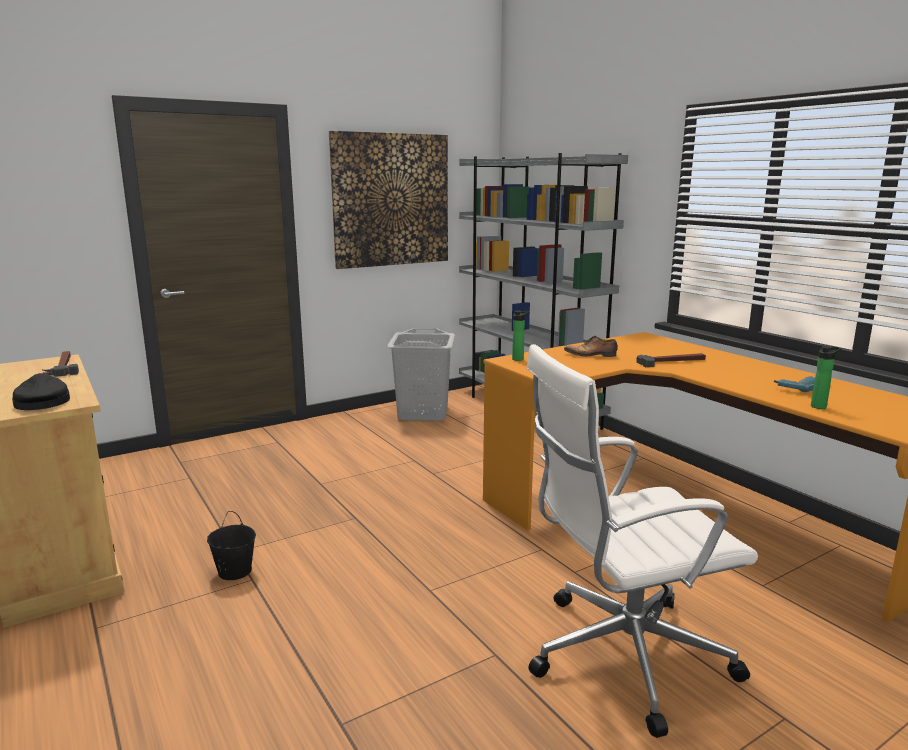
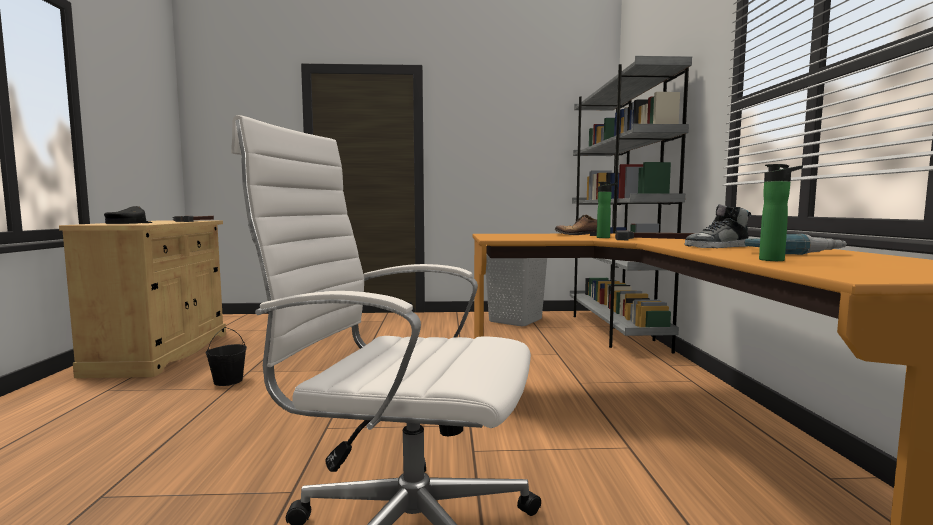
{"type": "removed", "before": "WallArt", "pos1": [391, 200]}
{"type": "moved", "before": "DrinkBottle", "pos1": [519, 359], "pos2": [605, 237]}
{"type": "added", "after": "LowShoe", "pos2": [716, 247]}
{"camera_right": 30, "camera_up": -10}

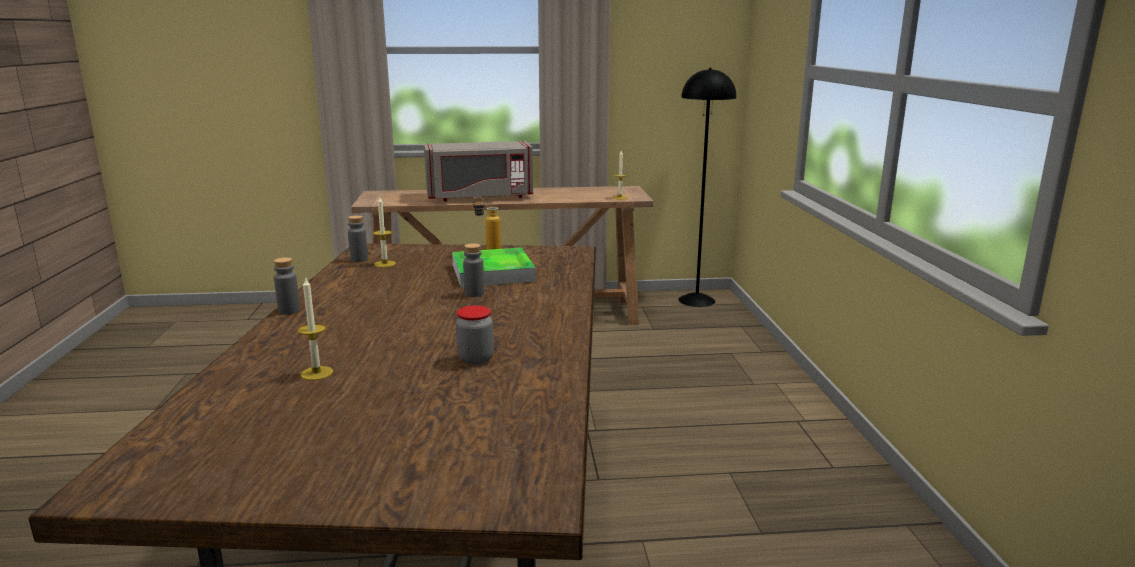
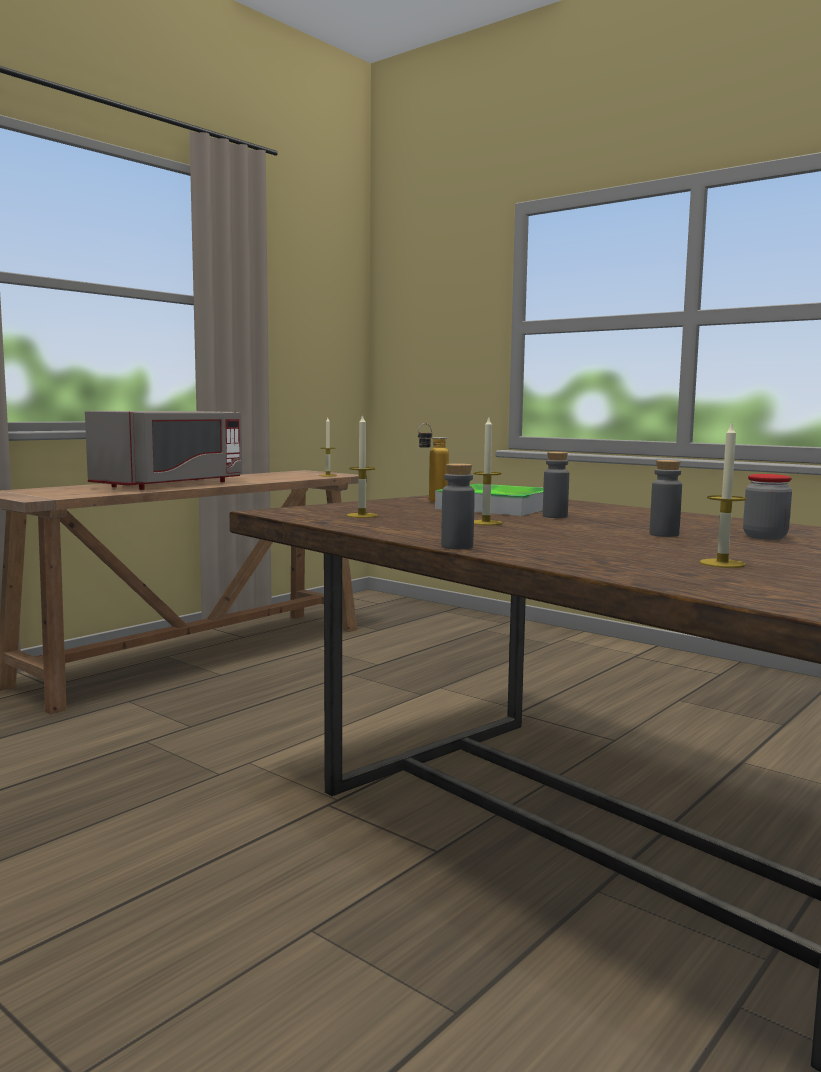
{"type": "removed", "before": "BlackStandingLamp", "pos1": [696, 300]}
{"type": "moved", "before": "GrayDrinkBottle", "pos1": [359, 259], "pos2": [664, 534]}
{"type": "added", "after": "WaxCandle", "pos2": [486, 523]}
{"camera_right": -45, "camera_up": -10}

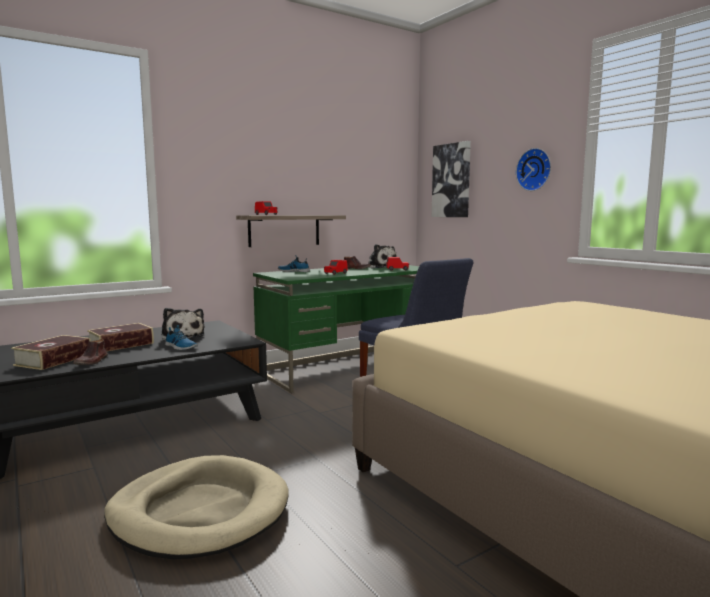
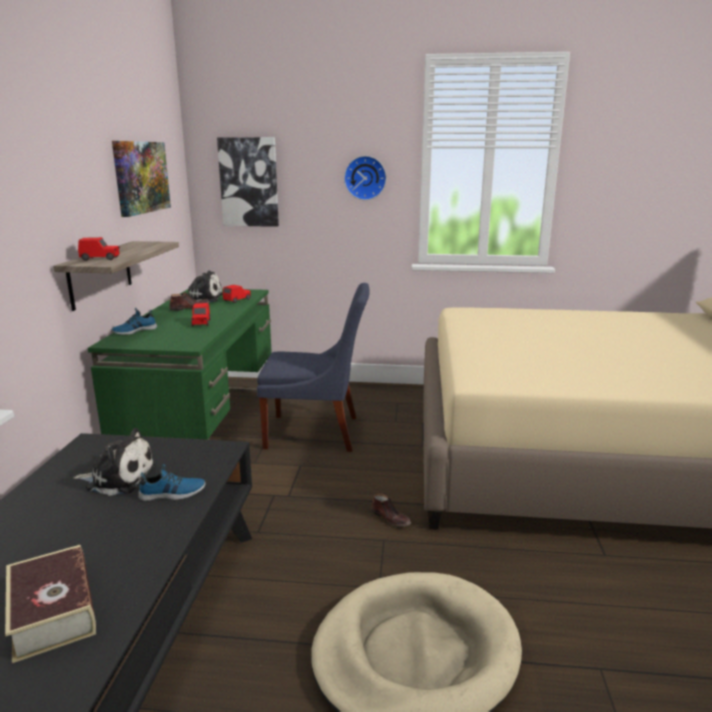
{"type": "removed", "before": "Volume", "pos1": [121, 344]}
{"type": "moved", "before": "BrownColouredLowShoe", "pos1": [92, 362], "pos2": [391, 518]}
{"type": "added", "after": "WallArt", "pos2": [141, 177]}
{"camera_right": -50, "camera_up": 10}

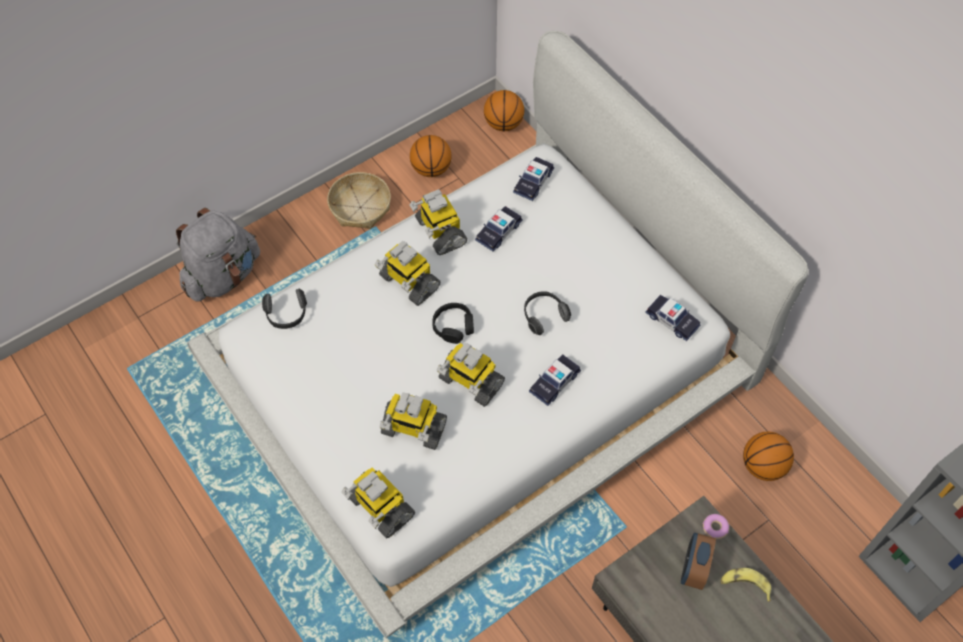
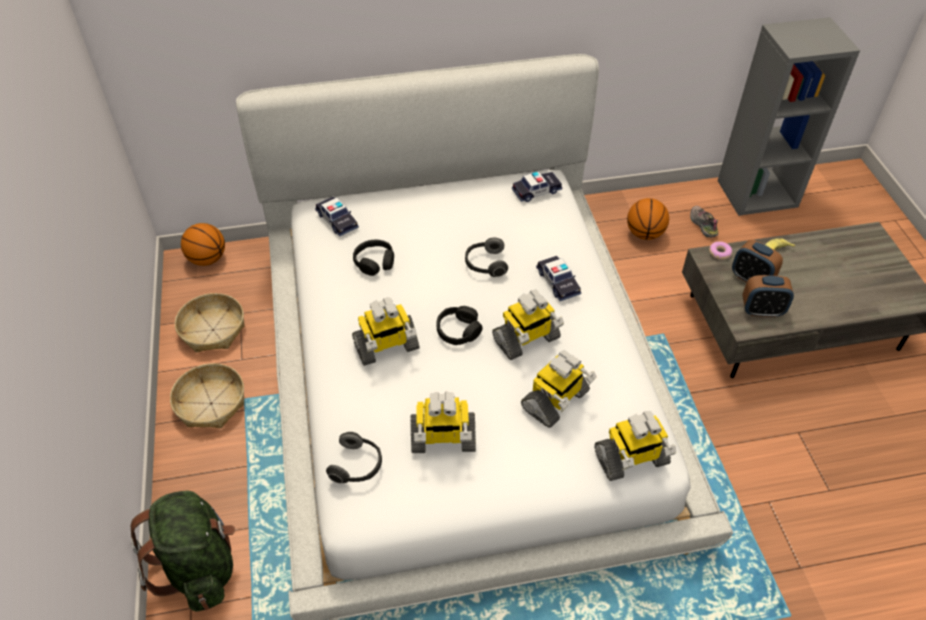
{"type": "replaced", "before": "BallForBasketball", "after": "Basket", "pos1": [431, 169], "pos2": [212, 329]}
{"type": "moved", "before": "ModelRobot", "pos1": [439, 232], "pos2": [442, 439]}
{"type": "replaced", "before": "MiniatureCar", "after": "BlackPairOfHeadphones", "pos1": [498, 232], "pos2": [374, 262]}
{"type": "recoloured", "before": "GrayRucksack", "after": "GreenRucksack", "pos1": [223, 276], "pos2": [200, 566]}
{"type": "added", "after": "LowShoe", "pos2": [702, 225]}
{"type": "added", "after": "AlarmClock", "pos2": [761, 310]}
{"camera_right": -65, "camera_up": -10}

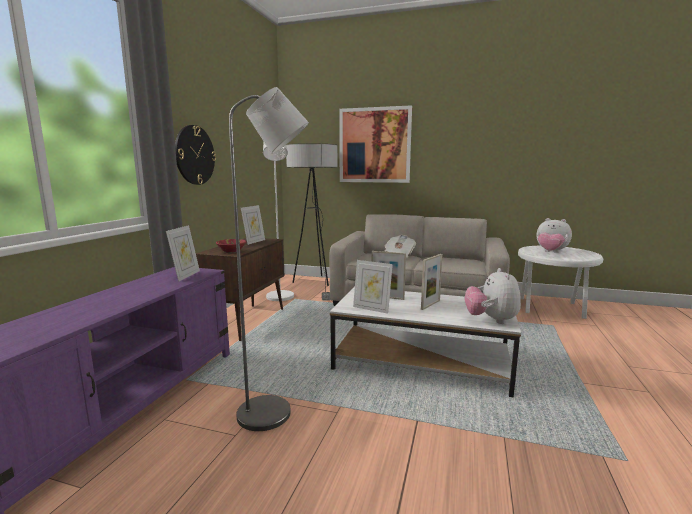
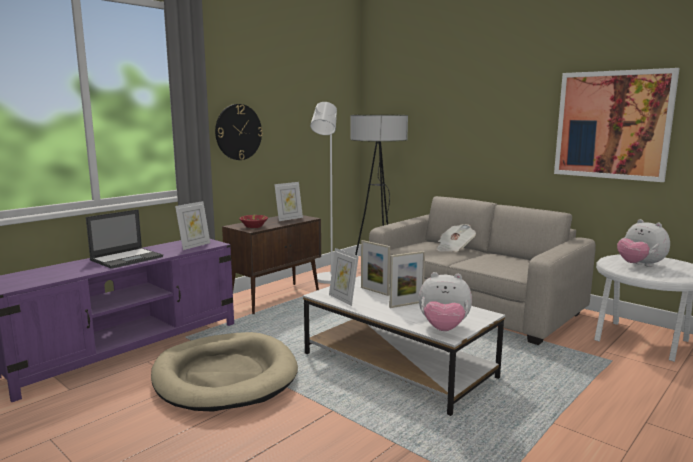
{"type": "replaced", "before": "GrayStandingLamp", "after": "BeigeDogBed", "pos1": [275, 413], "pos2": [225, 376]}
{"type": "moved", "before": "WallArt", "pos1": [374, 145], "pos2": [612, 125]}
{"type": "turned", "before": "CuddlyToy", "pos1": [491, 320], "pos2": [443, 329], "turn": -105}
{"type": "added", "after": "PortableComputer", "pos2": [127, 258]}
{"camera_right": 25, "camera_up": 0}

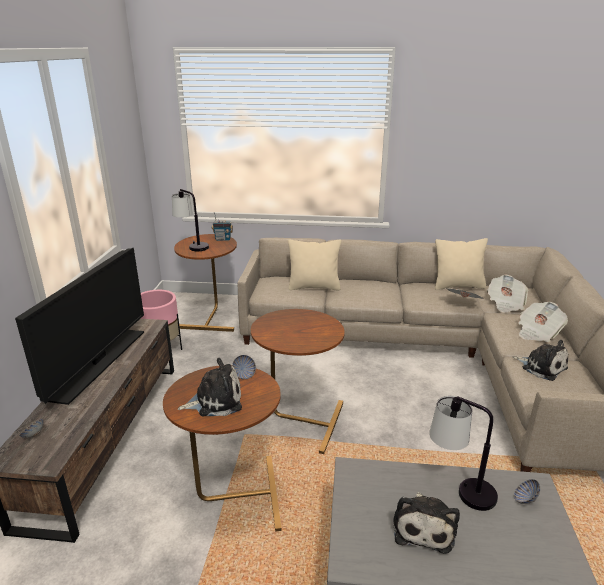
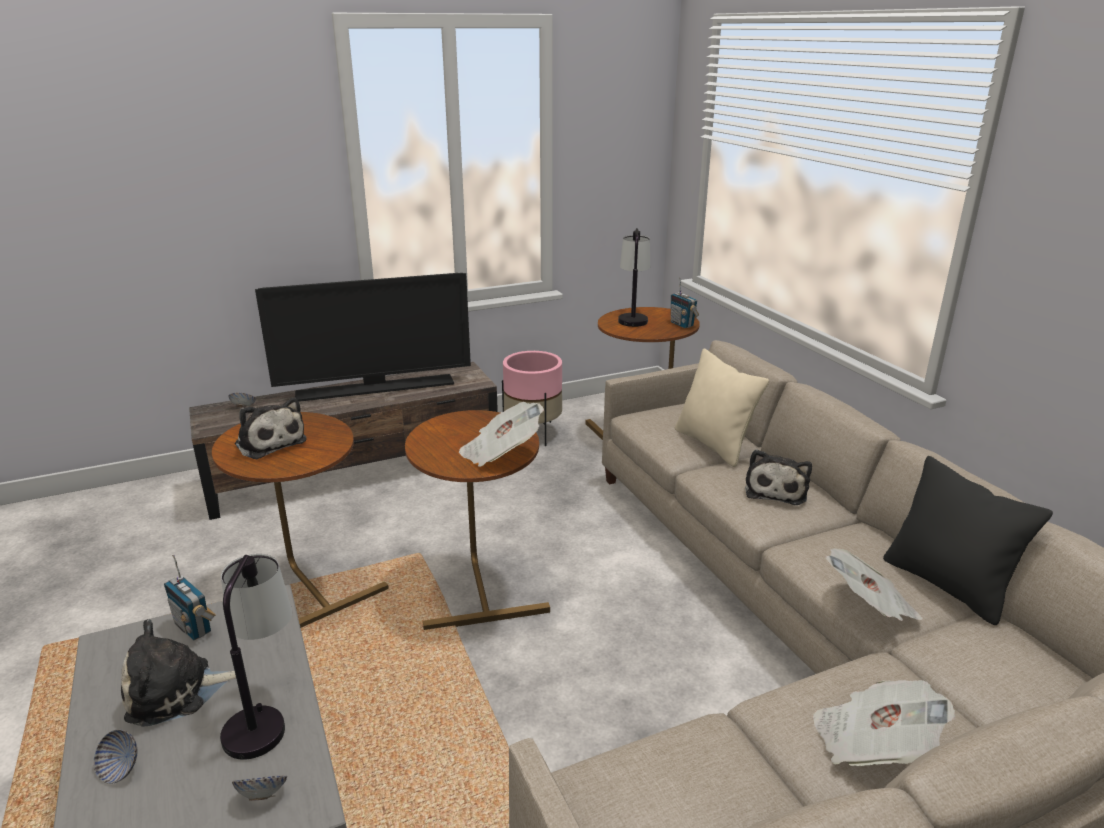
{"type": "recoloured", "before": "BeigePillow", "after": "BlackPillow", "pos1": [458, 286], "pos2": [947, 585]}
{"type": "moved", "before": "Newspaper", "pos1": [505, 304], "pos2": [501, 453]}
{"type": "moved", "before": "CuddlyToy", "pos1": [541, 367], "pos2": [776, 490]}
{"type": "moved", "before": "ServingBowl", "pos1": [244, 375], "pos2": [120, 769]}
{"type": "added", "after": "Radio", "pos2": [194, 627]}
{"camera_right": 60, "camera_up": 0}

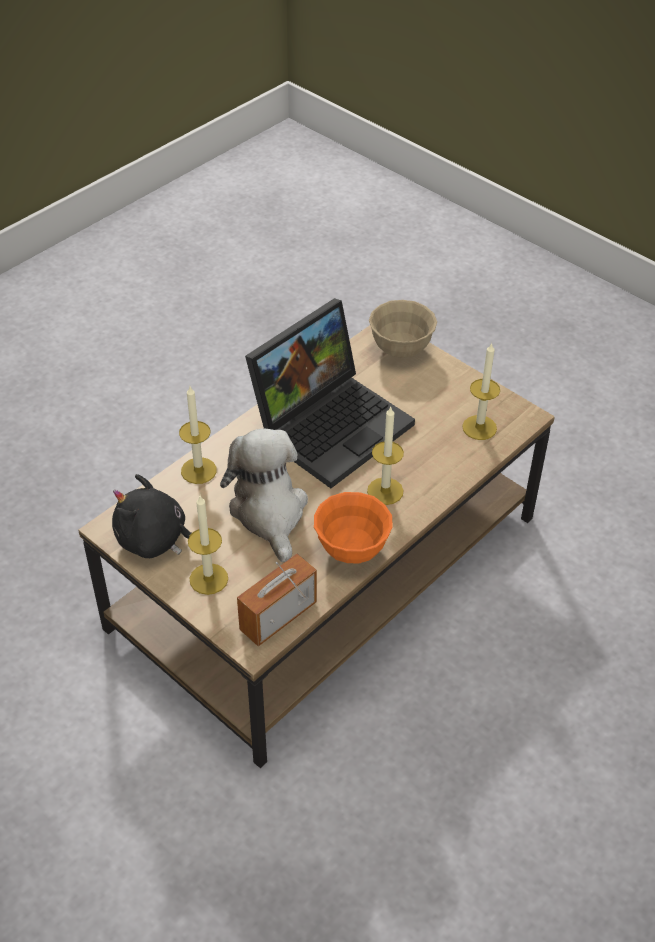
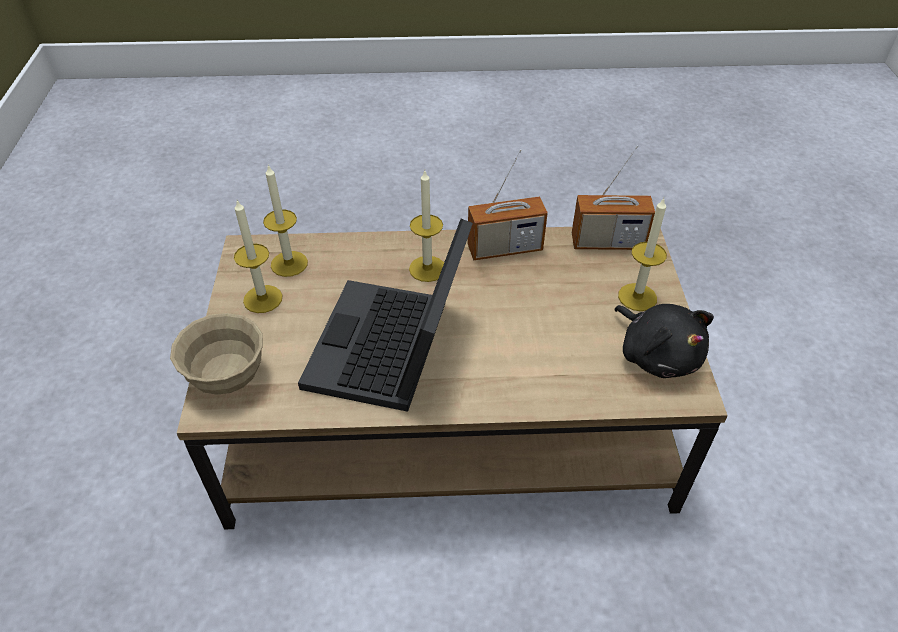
{"type": "turned", "before": "PortableComputer", "pos1": [332, 423], "pos2": [392, 351], "turn": -75}
{"type": "moved", "before": "WaxCandle", "pos1": [198, 470], "pos2": [263, 299]}
{"type": "removed", "before": "CuddlyToy", "pos1": [269, 512]}
{"type": "replaced", "before": "OrangeyServingBowl", "after": "Radio", "pos1": [352, 549], "pos2": [505, 248]}
{"camera_right": -135, "camera_up": 0}

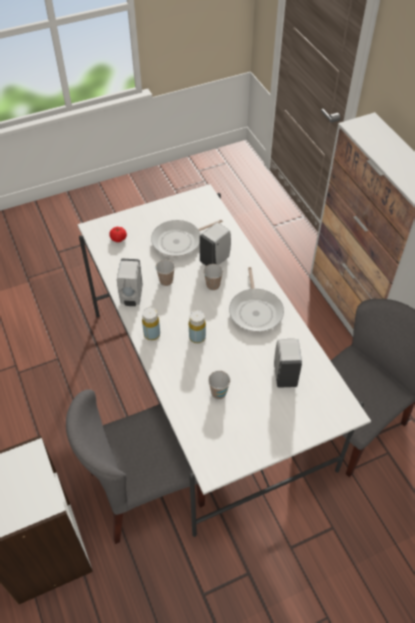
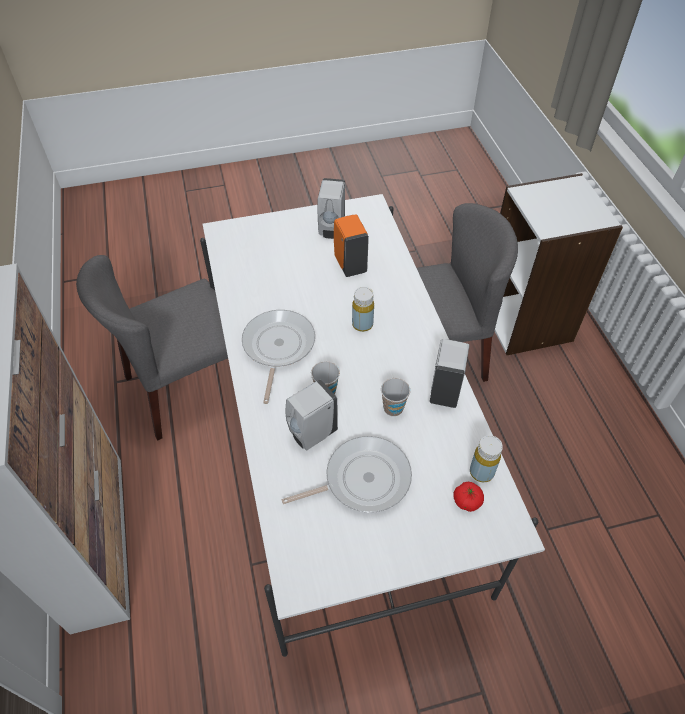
{"type": "moved", "before": "YellowishDrinkBottle", "pos1": [152, 334], "pos2": [481, 472]}
{"type": "moved", "before": "WhitishSoapDispenser", "pos1": [285, 374], "pos2": [331, 229]}
{"type": "replaced", "before": "Cup", "after": "OrangeySoapDispenser", "pos1": [218, 393], "pos2": [350, 264]}
{"camera_right": -170, "camera_up": 0}

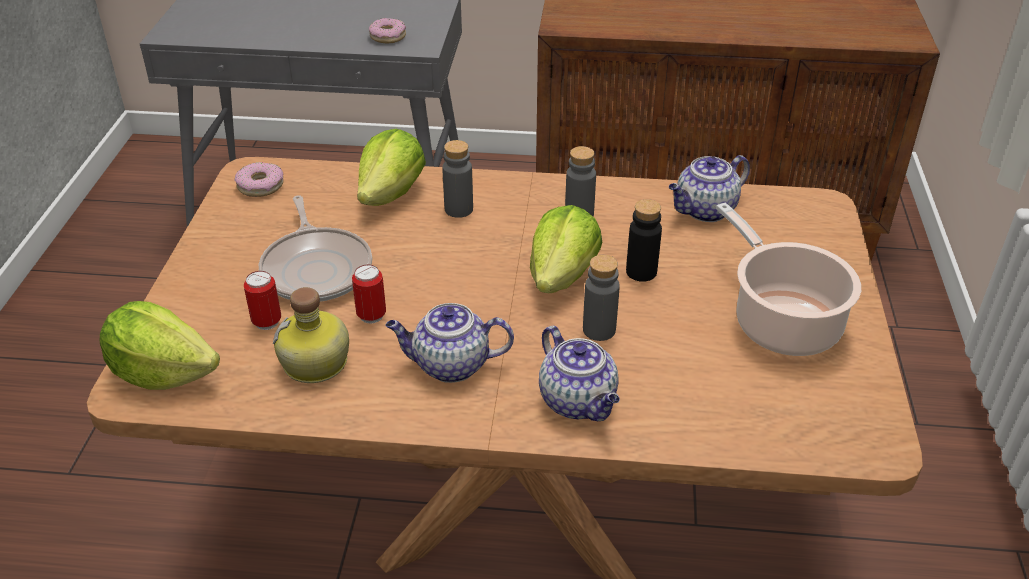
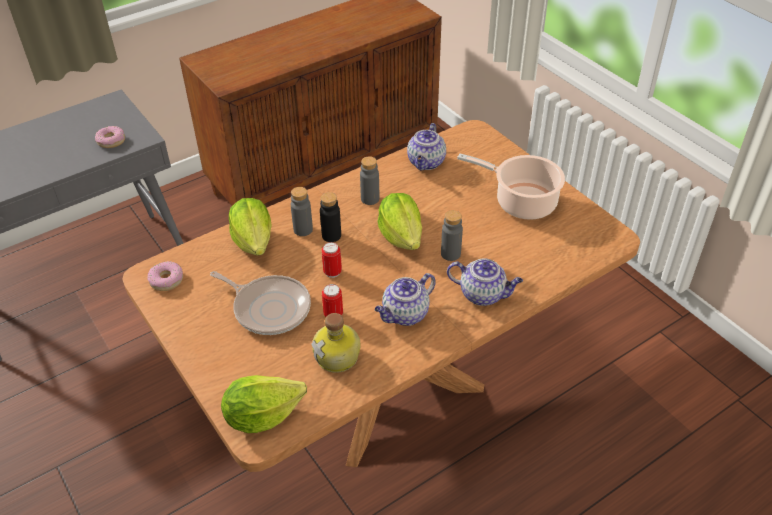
{"type": "moved", "before": "BlackDrinkBottle", "pos1": [641, 272], "pos2": [331, 235]}
{"type": "moved", "before": "MetalCan", "pos1": [267, 322], "pos2": [332, 272]}
{"camera_right": -40, "camera_up": 5}

